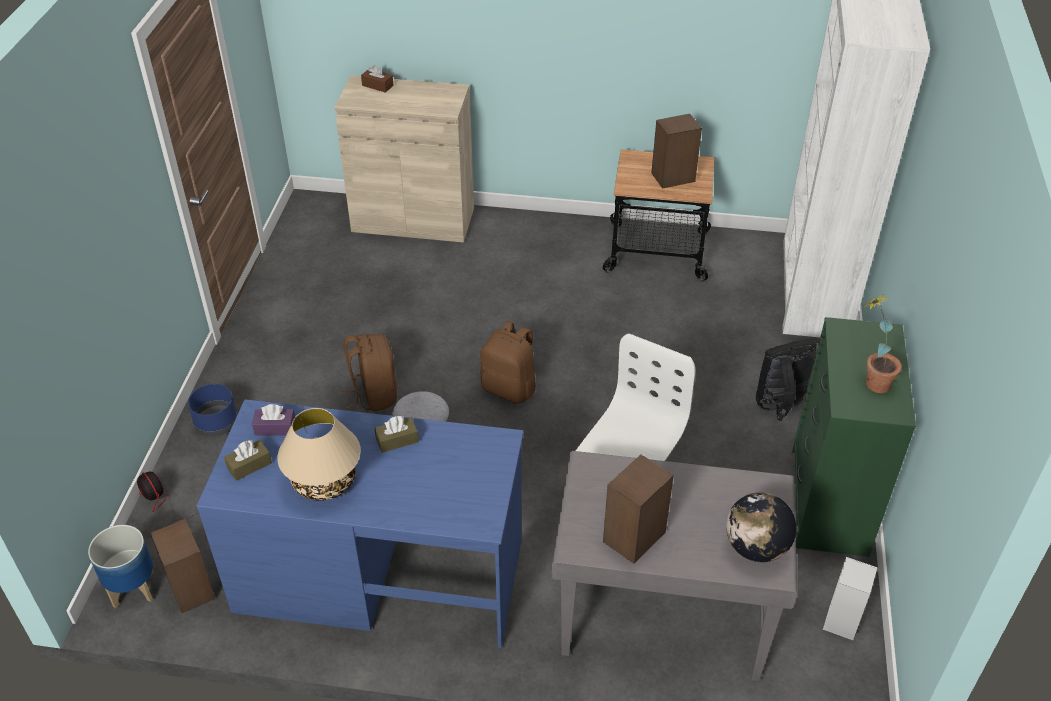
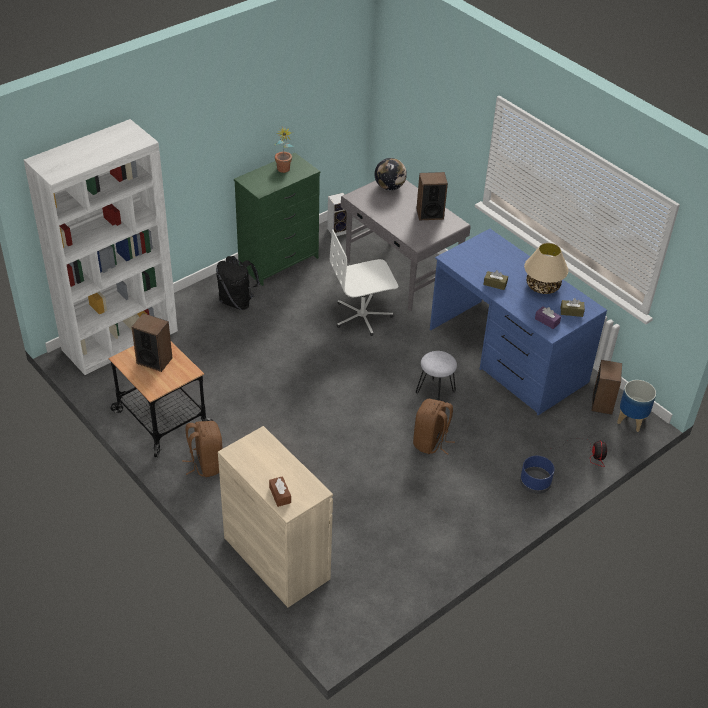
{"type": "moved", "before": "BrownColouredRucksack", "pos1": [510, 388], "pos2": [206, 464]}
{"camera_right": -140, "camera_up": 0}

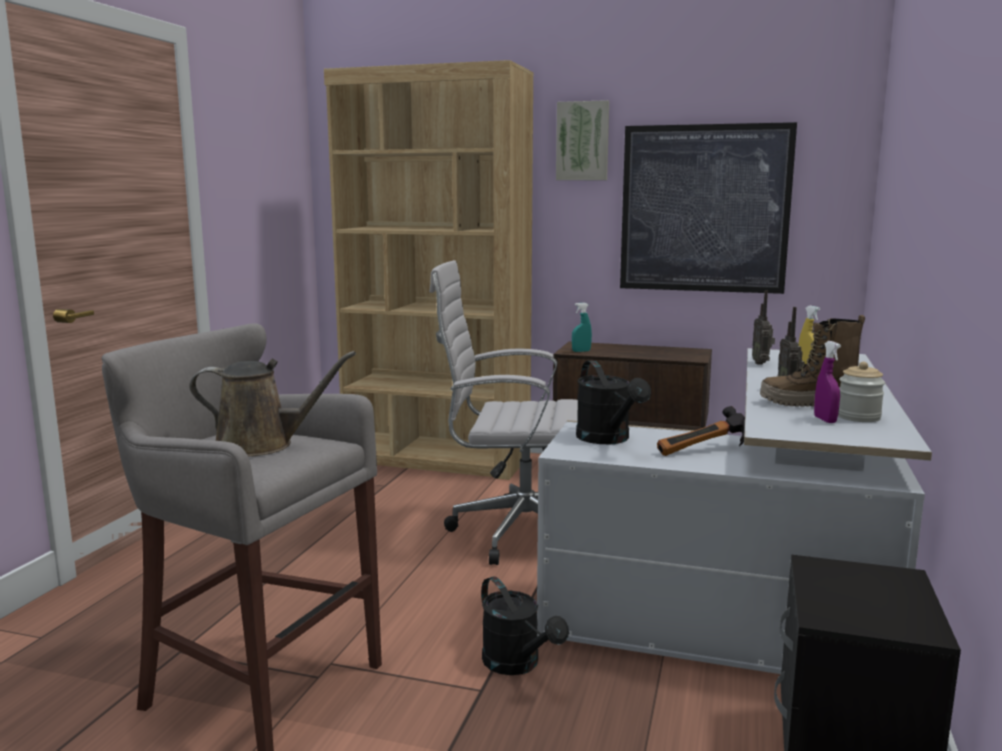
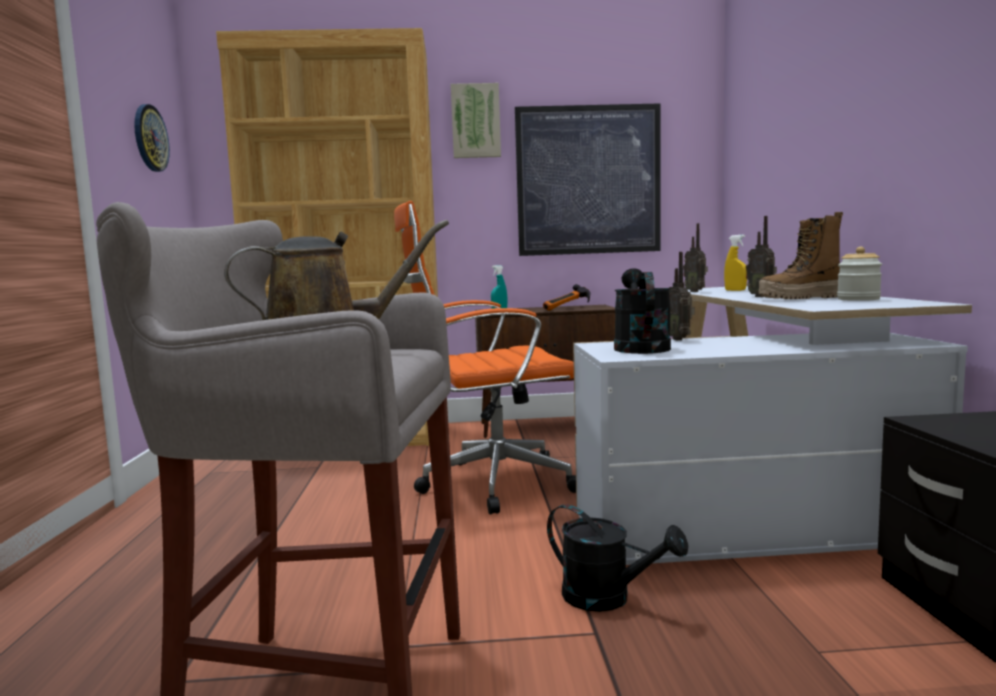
{"type": "recoloured", "before": "WhitishOfficeChair", "after": "OrangeyOfficeChair", "pos1": [516, 533], "pos2": [489, 484]}
{"type": "removed", "before": "PurplishSprayBottle", "pos1": [825, 420]}
{"type": "turned", "before": "BlackWateringPot", "pos1": [608, 439], "pos2": [639, 347], "turn": -135}
{"type": "moved", "before": "HandHammer", "pos1": [705, 452], "pos2": [569, 308]}
{"type": "added", "after": "ClockOnTheWall", "pos2": [150, 138]}
{"type": "added", "after": "Radio", "pos2": [680, 339]}
{"camera_right": -20, "camera_up": -5}

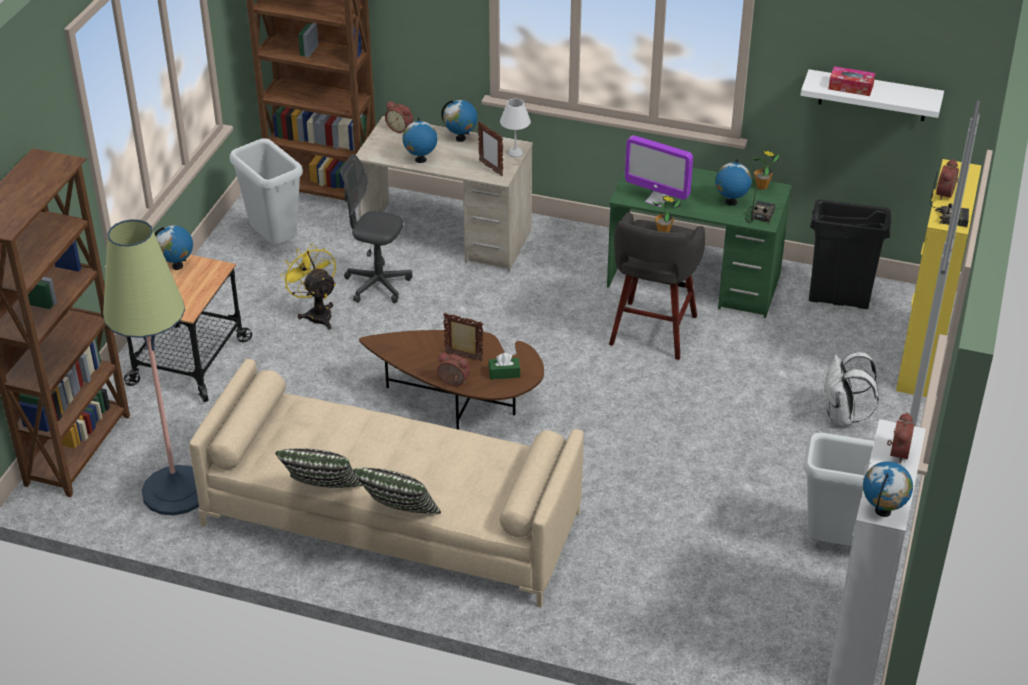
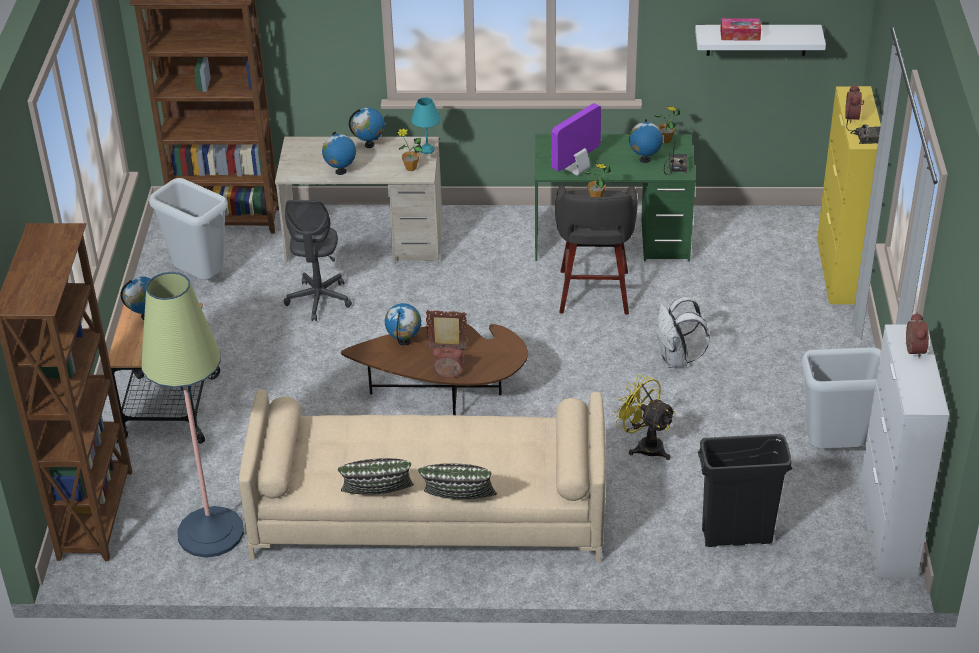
{"type": "recoloured", "before": "WhitishTabletopLamp", "after": "TurquoiseTabletopLamp", "pos1": [515, 153], "pos2": [427, 150]}
{"type": "removed", "before": "AlarmClock", "pos1": [400, 128]}
{"type": "replaced", "before": "PhotoFrame", "after": "PottedPlant", "pos1": [491, 168], "pos2": [411, 168]}
{"type": "turned", "before": "ComputerDisplay", "pos1": [657, 200], "pos2": [577, 169], "turn": 120}
{"type": "turned", "before": "GrayOfficeChair", "pos1": [377, 285], "pos2": [319, 300], "turn": -90}
{"type": "moved", "before": "BlackRubbishBin", "pos1": [838, 299], "pos2": [736, 536]}
{"type": "moved", "before": "YellowishCoolingFan", "pos1": [316, 313], "pos2": [644, 445]}
{"type": "moved", "before": "WhitishRucksack", "pos1": [842, 417], "pos2": [676, 359]}
{"type": "removed", "before": "GreenTissueHolder", "pos1": [504, 373]}
{"type": "moved", "before": "Globe", "pos1": [883, 511], "pos2": [404, 342]}
{"camera_right": -15, "camera_up": 0}

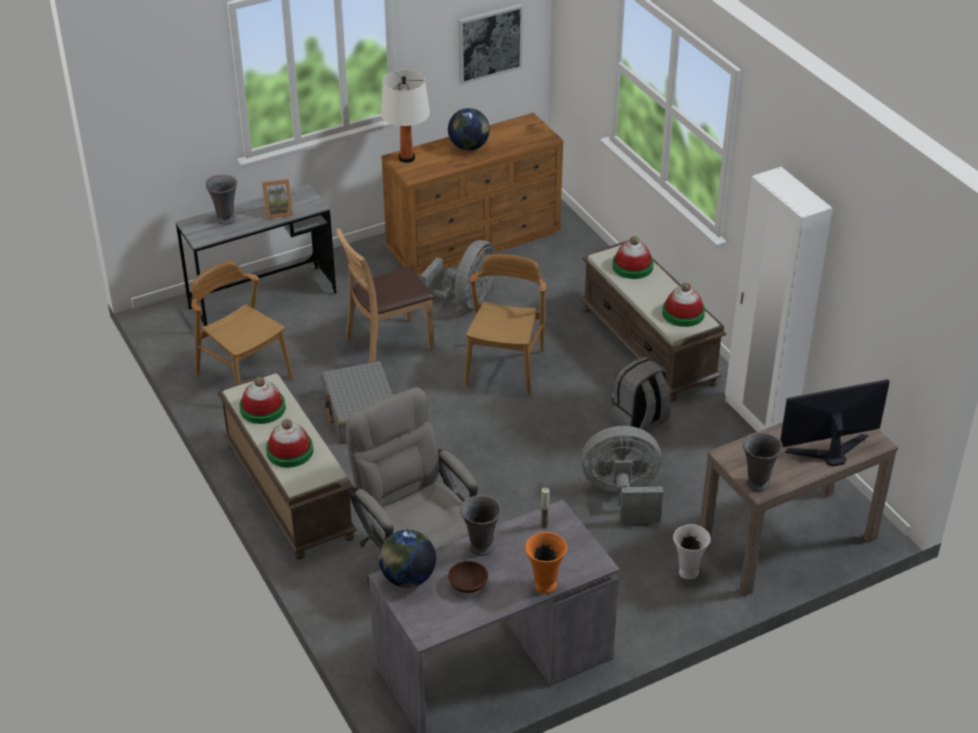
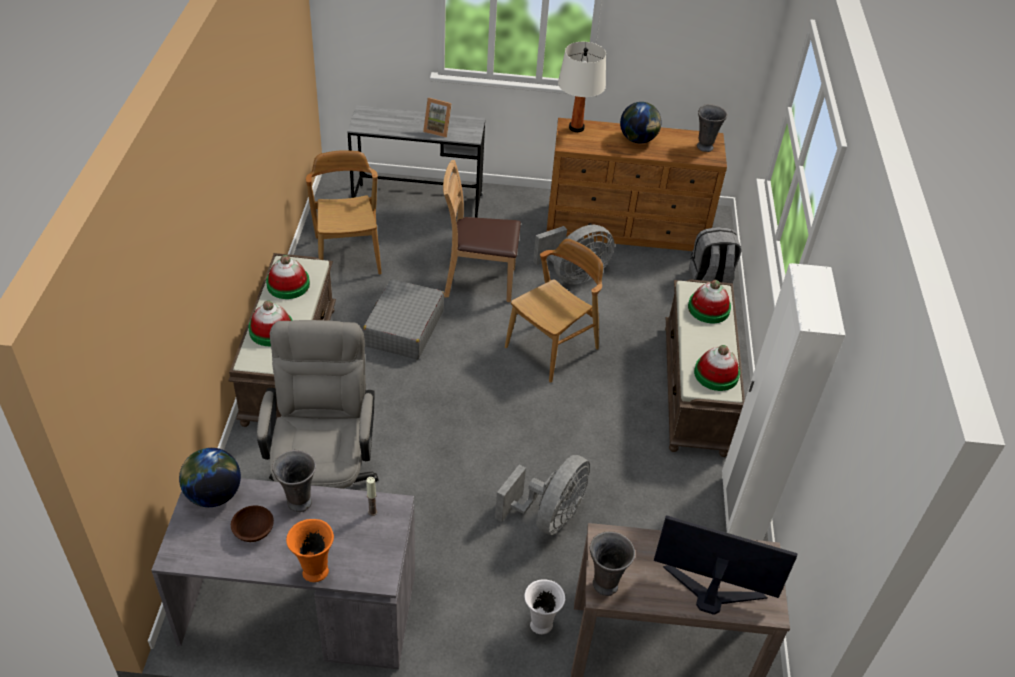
{"type": "removed", "before": "WallArt", "pos1": [489, 43]}
{"type": "moved", "before": "GrayDecorativeVase", "pos1": [225, 219], "pos2": [704, 146]}
{"type": "moved", "before": "GrayRucksack", "pos1": [639, 420], "pos2": [709, 281]}
{"type": "turned", "before": "GrayCoolingFan", "pos1": [623, 495], "pos2": [548, 516], "turn": 90}
{"camera_right": 30, "camera_up": 5}

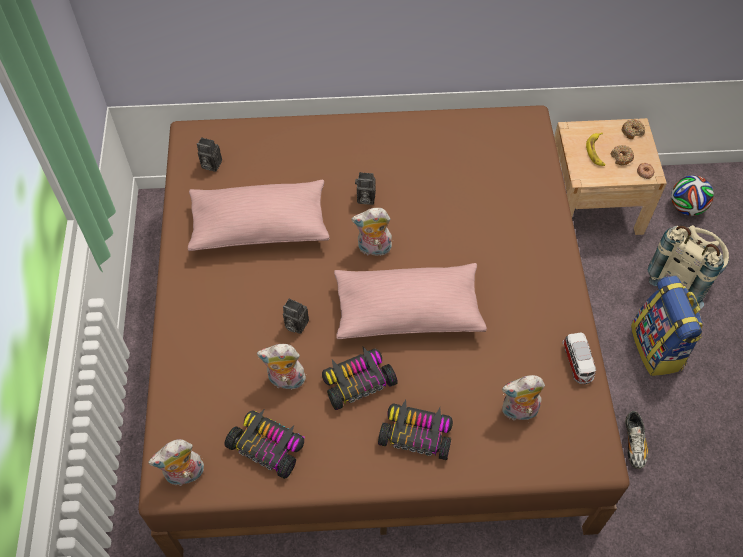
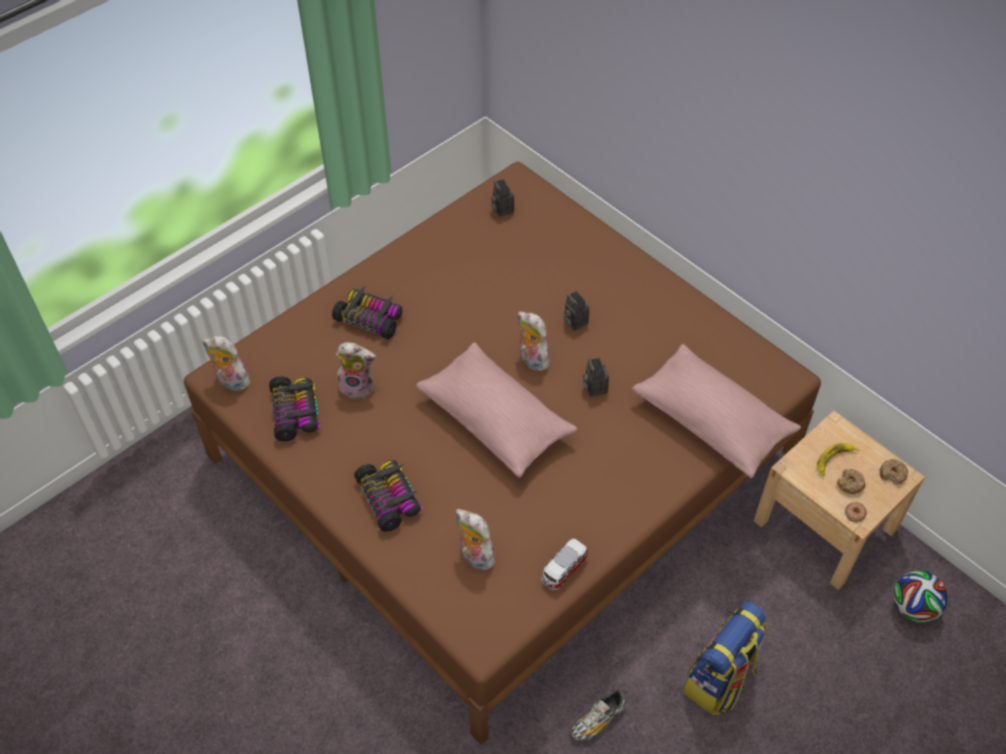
{"type": "moved", "before": "PinkPillow", "pos1": [260, 226], "pos2": [712, 421]}
{"type": "removed", "before": "BeigeRucksack", "pos1": [682, 277]}
{"type": "moved", "before": "PhotoCamera", "pos1": [295, 324], "pos2": [594, 387]}
{"type": "turned", "before": "CuddlyToy", "pos1": [285, 381], "pos2": [358, 386], "turn": 135}
{"type": "moved", "before": "MiniatureCar", "pos1": [357, 381], "pos2": [370, 318]}
{"camera_right": 50, "camera_up": -5}

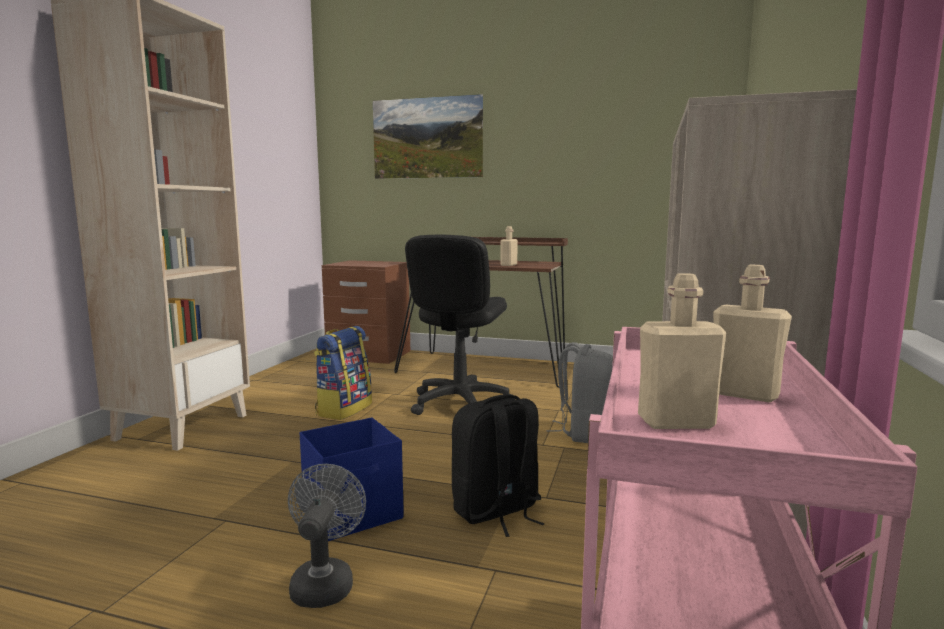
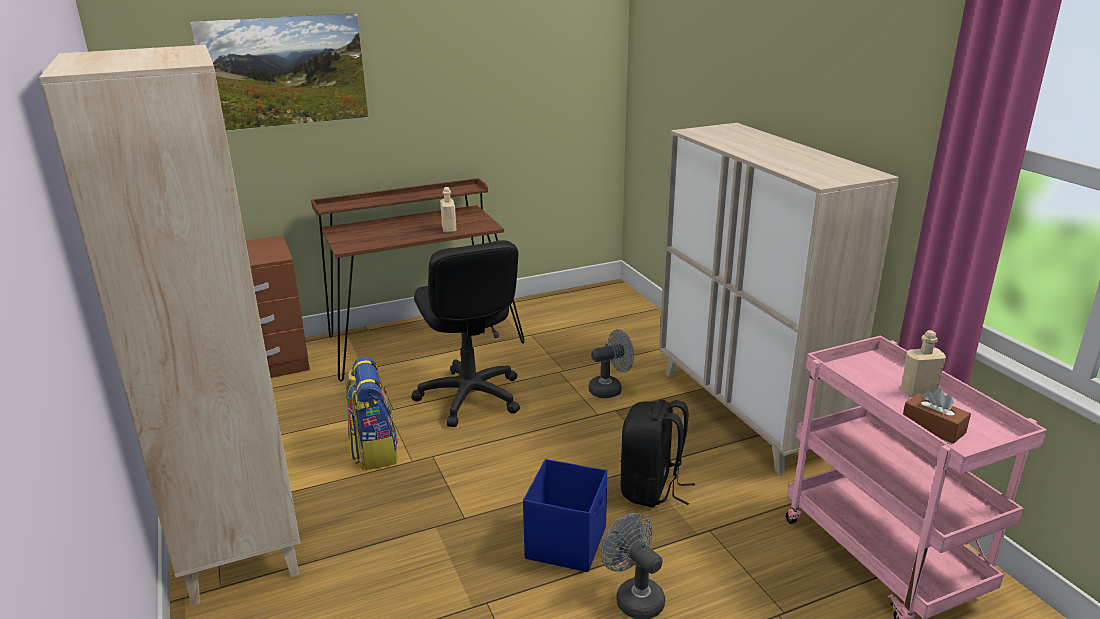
{"type": "replaced", "before": "BeigeDrinkBottle", "after": "BrownColouredTissueHolder", "pos1": [676, 422], "pos2": [933, 427]}
{"type": "replaced", "before": "GrayRucksack", "after": "GrayCoolingFan", "pos1": [585, 433], "pos2": [610, 389]}
{"camera_right": -40, "camera_up": 15}

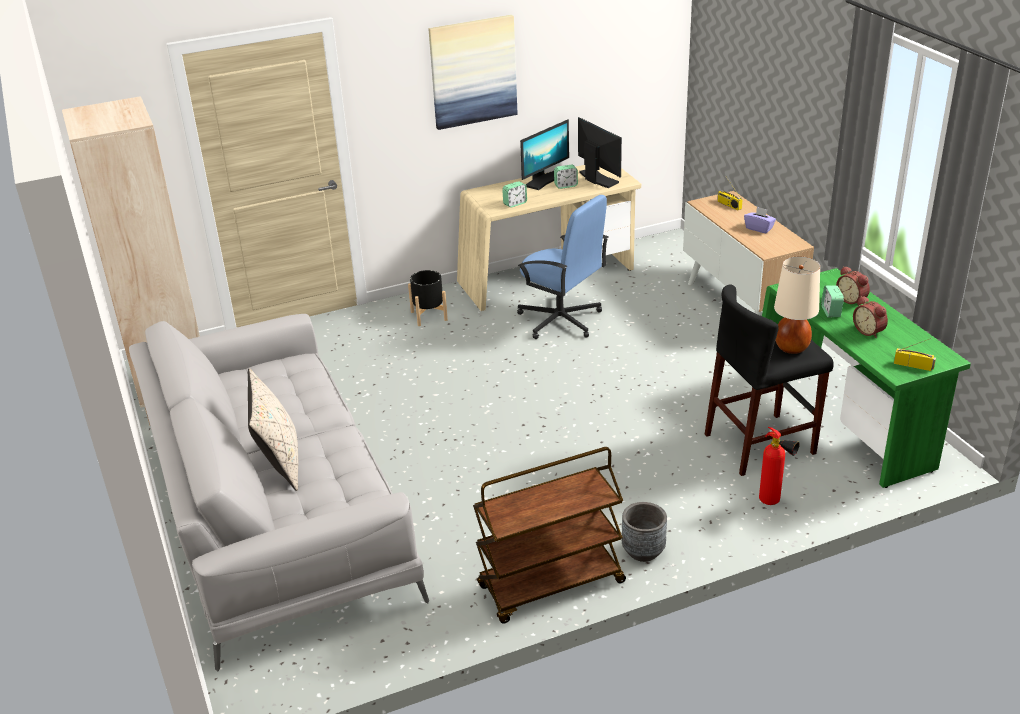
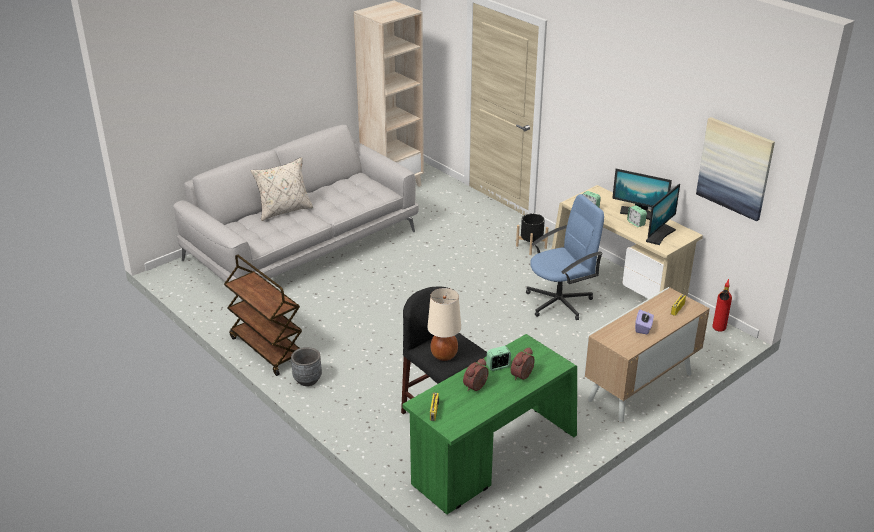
{"type": "moved", "before": "WallArt", "pos1": [473, 71], "pos2": [735, 168]}
{"type": "turned", "before": "BlueOfficeChair", "pos1": [561, 320], "pos2": [560, 302], "turn": -135}
{"type": "moved", "before": "Extinguisher", "pos1": [773, 502], "pos2": [718, 331]}
{"camera_right": 70, "camera_up": 0}

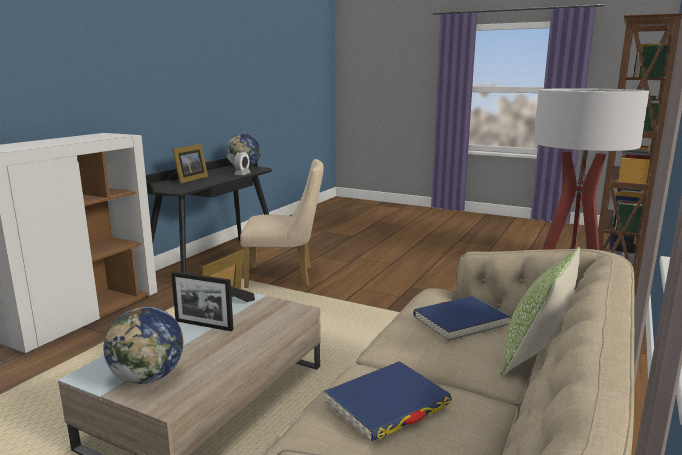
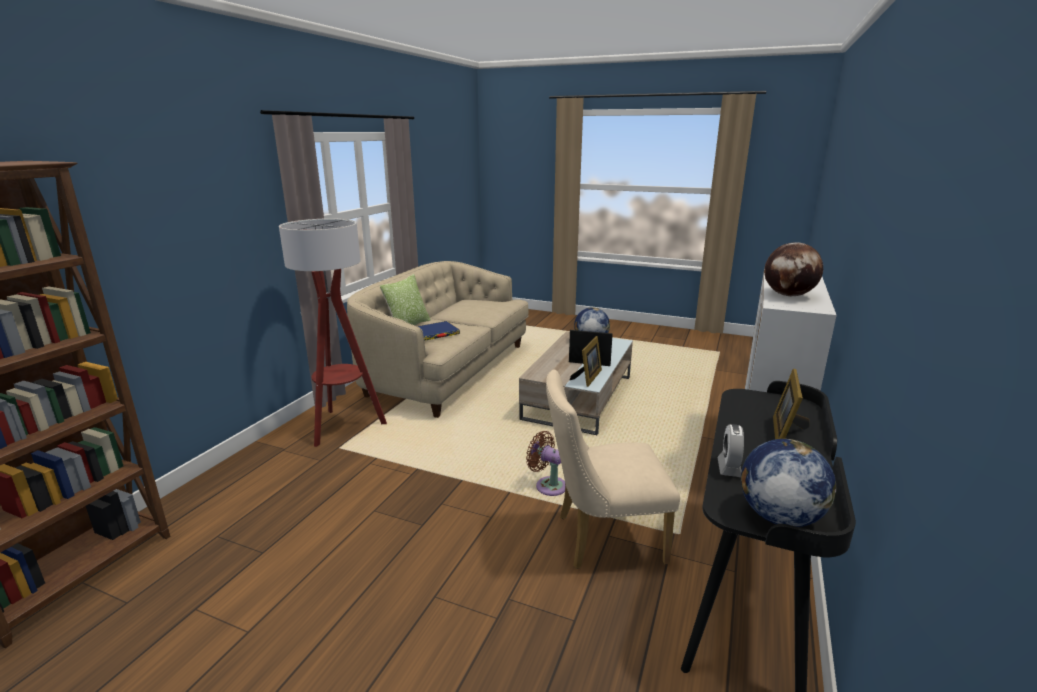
{"type": "removed", "before": "BlueVolume", "pos1": [387, 404]}
{"type": "added", "after": "Globe", "pos2": [789, 295]}
{"type": "added", "after": "BrownColouredCoolingFan", "pos2": [548, 485]}
{"camera_right": 175, "camera_up": 5}

